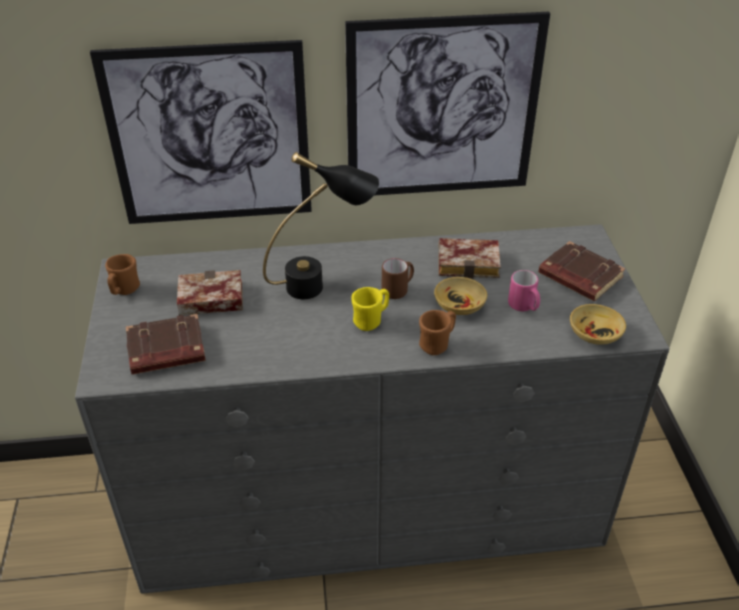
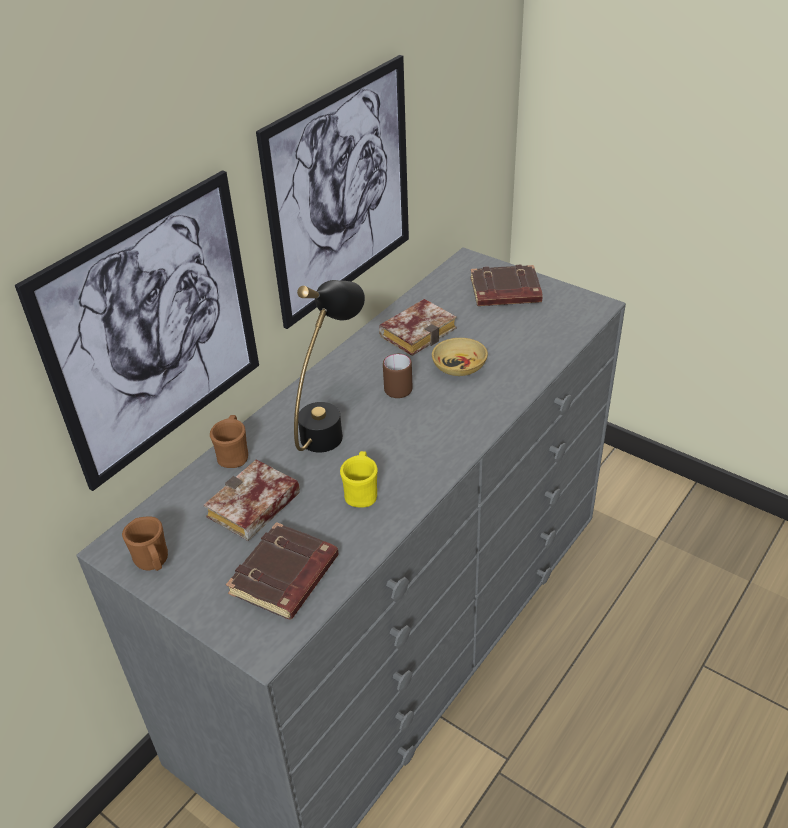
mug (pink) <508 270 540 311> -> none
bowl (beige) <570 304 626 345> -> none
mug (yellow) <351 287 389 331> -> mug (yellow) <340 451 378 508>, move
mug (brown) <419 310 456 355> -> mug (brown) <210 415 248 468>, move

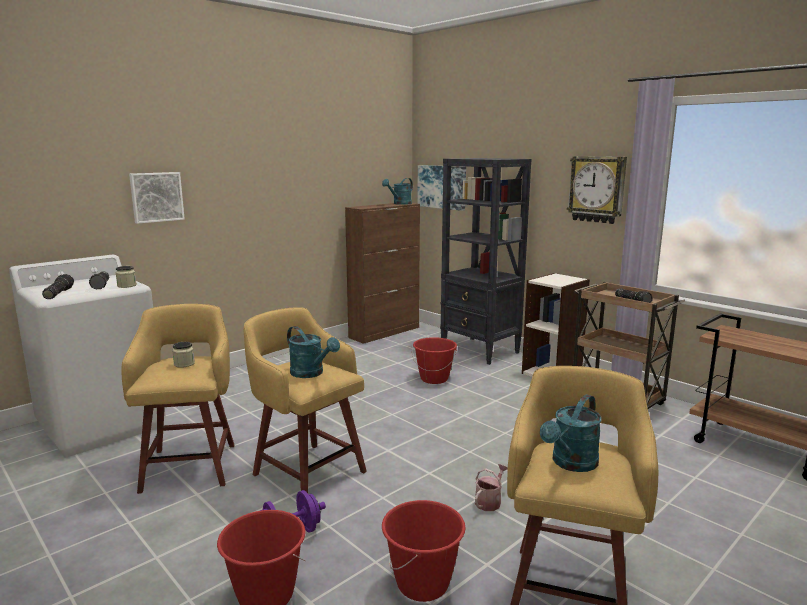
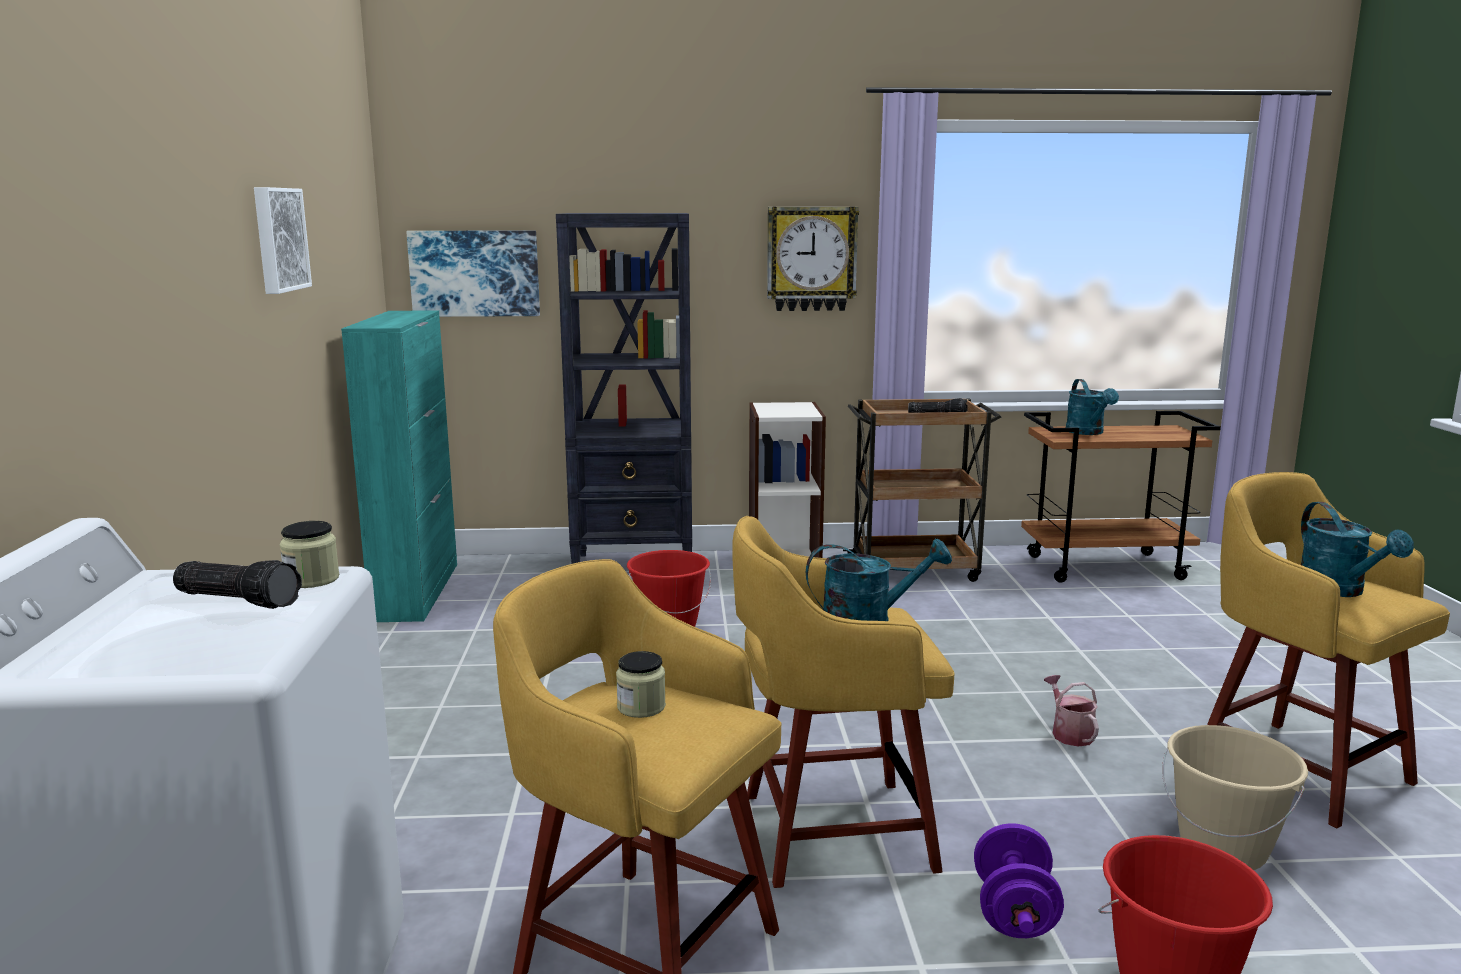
flashlight <42 274 74 299> -> none
picture <129 172 185 224> -> picture <254 187 312 294>, move
watering can (turquoise) <382 178 413 205> -> watering can (turquoise) <1066 379 1119 435>, move
cabinet (brown) <345 203 420 344> -> cabinet (turquoise) <341 310 457 622>
bucket (red) <382 500 466 602> -> bucket (beige) <1162 725 1308 870>

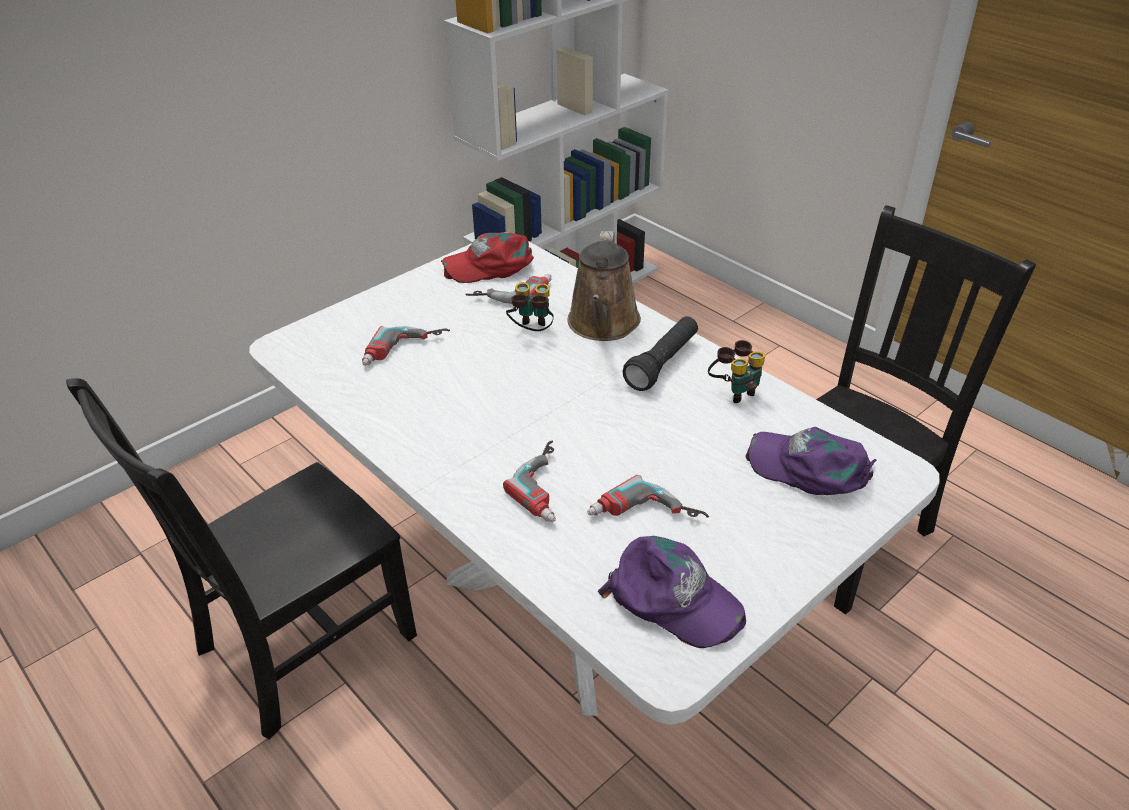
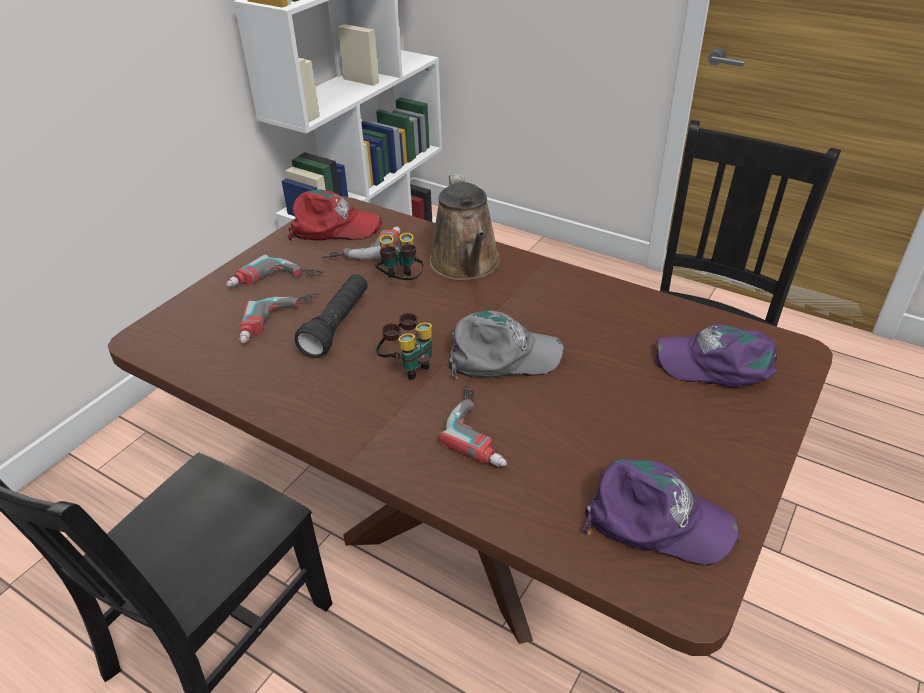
none -> cap (grey) <448 310 565 380>
power drill <587 475 709 517> -> power drill <226 254 323 287>, move
flashlight (black) <623 316 698 391> -> flashlight (black) <295 274 368 358>, move
binoculars <708 340 765 403> -> binoculars <376 313 432 380>, move
dining table (white) <249 241 940 725> -> dining table (brown) <108 196 833 656>
cap (red) <441 233 534 283> -> cap (red) <288 190 383 241>, 150 degrees counterclockwise

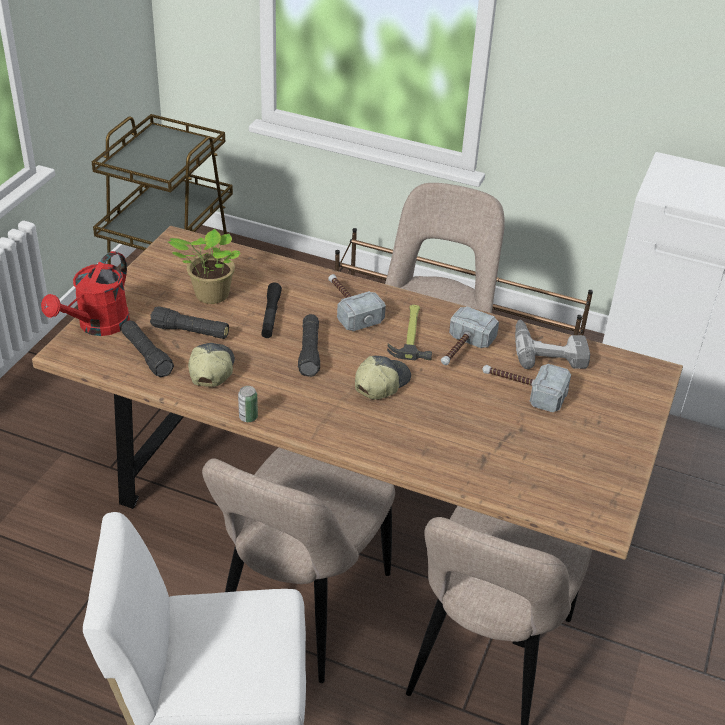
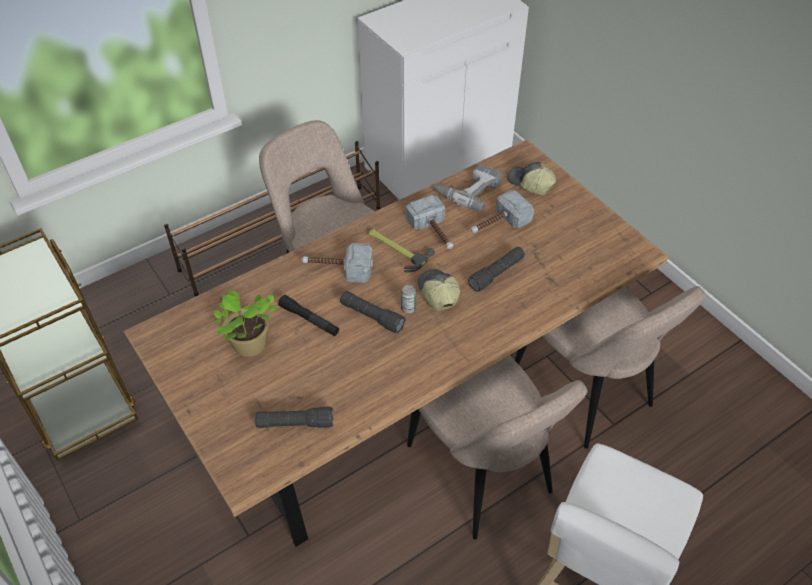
watering can (red) <41 251 130 336> -> none
flashlight (black) <150 307 229 339> -> flashlight (black) <468 247 525 292>, move
cap <188 343 235 387> -> cap <507 162 556 195>, move
can <238 386 258 422> -> can <401 285 416 313>, move

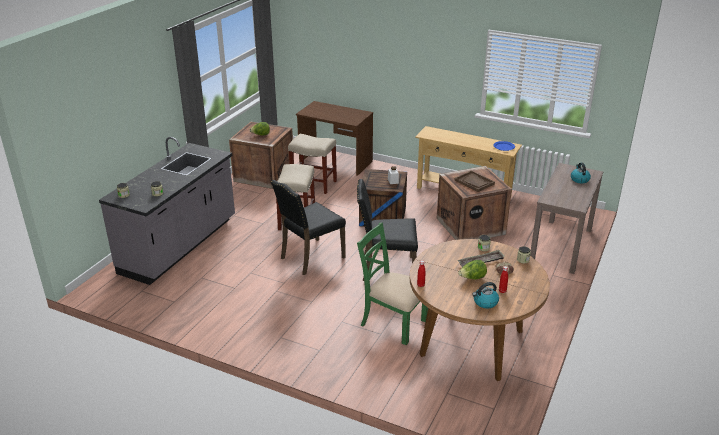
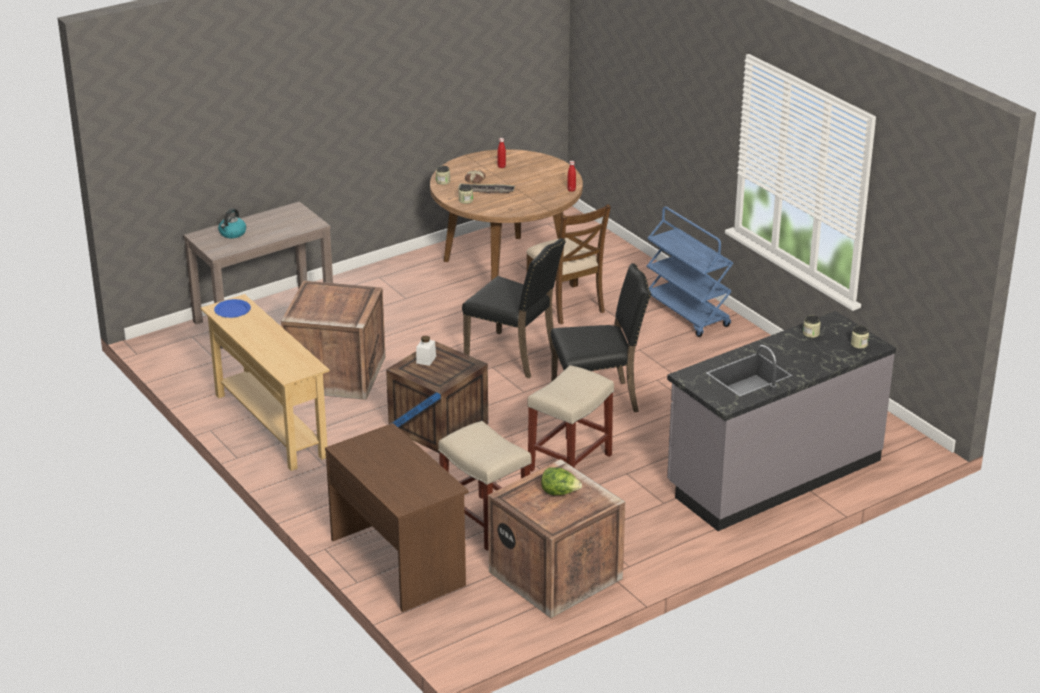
tray (brown) <454 170 495 192> -> none
lettuce <458 260 487 280> -> none
kettle <472 282 499 308> -> none
none -> cart (blue) <647 207 733 337>
chair (green) <357 223 428 345> -> chair (brown) <526 204 611 324>

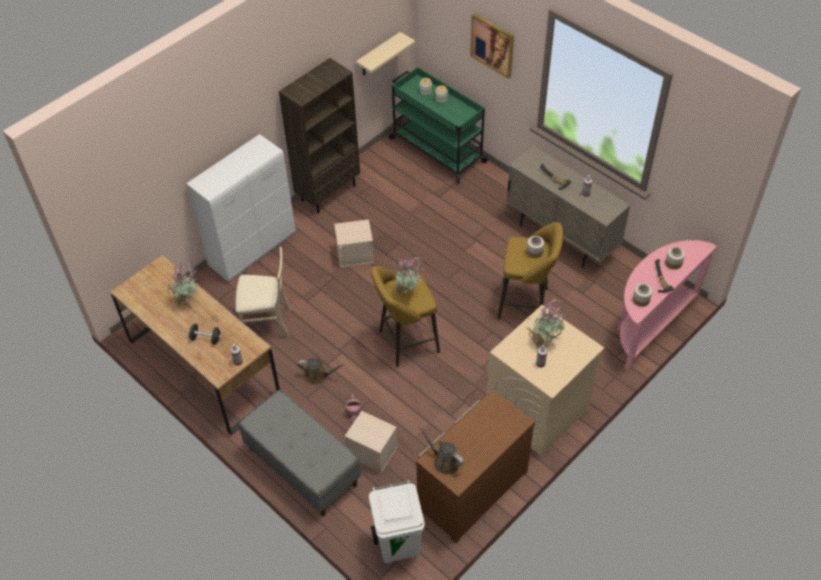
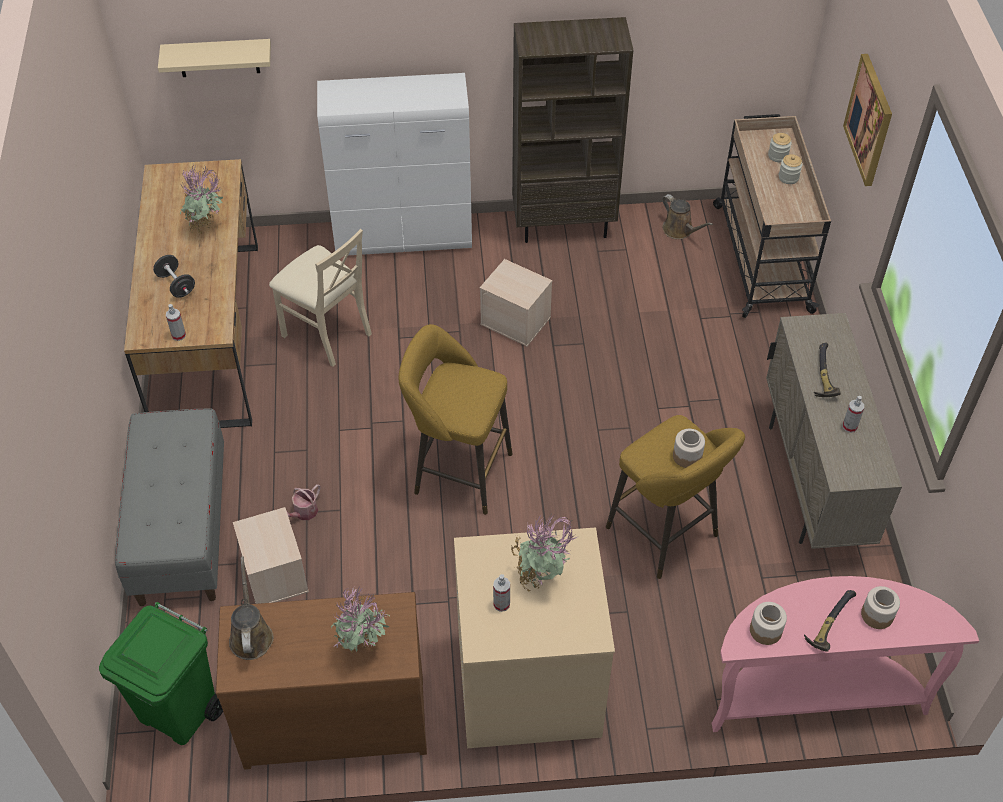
watering can (brown) <298 358 345 385> -> watering can (brown) <662 194 713 239>, move
shelf (beige) <356 32 415 75> -> shelf (beige) <158 39 271 77>, move
potted plant <392 256 425 298> -> potted plant <331 588 390 653>, move
trash can (white) <369 480 425 564> -> trash can (green) <99 602 223 745>
cart (green) <389 67 489 184> -> cart (beige) <713 114 831 318>

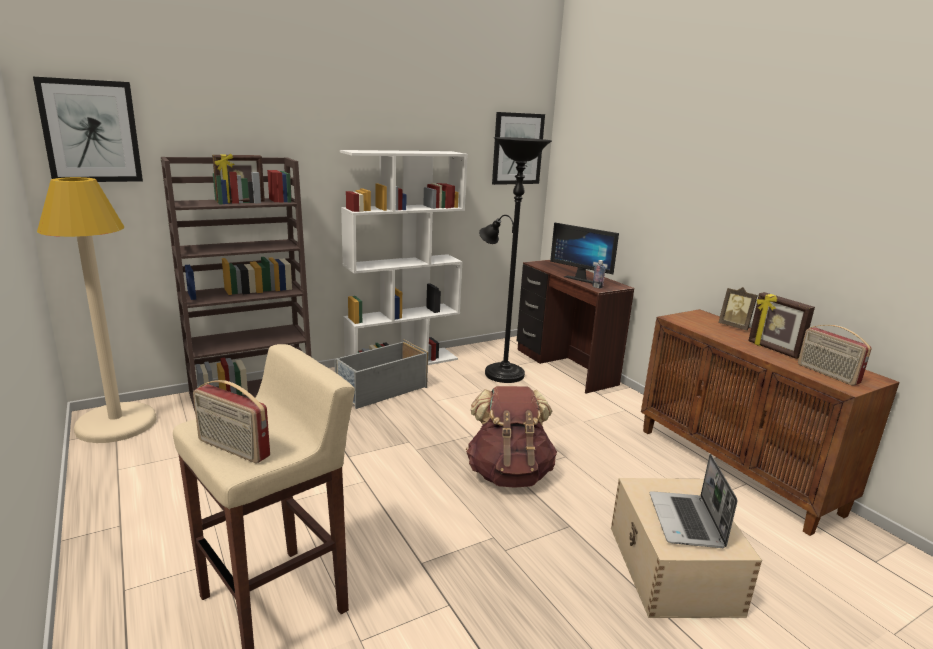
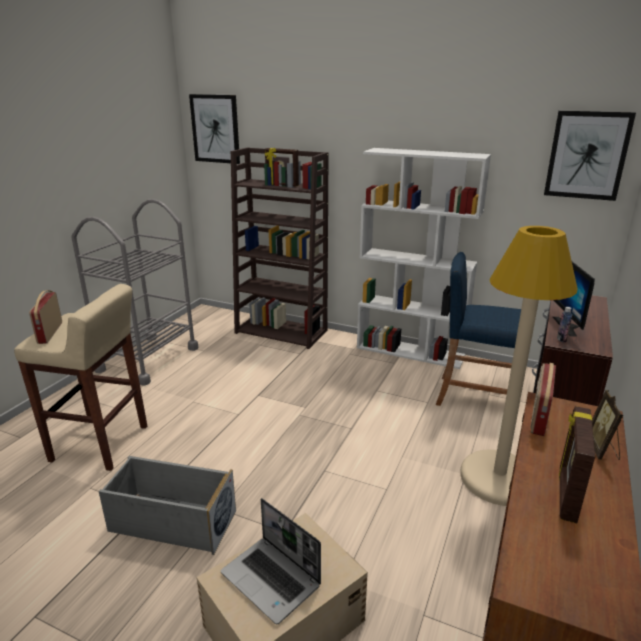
backpack (brown) <466 386 557 488> -> none
none -> cart (grey) <71 199 198 385>
floor lamp (beige) <37 177 157 443> -> floor lamp (beige) <460 226 578 506>, move
storage box (grey) <334 339 428 409> -> storage box (grey) <99 456 236 555>, move
radio <798 325 872 386> -> radio <530 363 556 436>, move
floor lamp (black) <479 137 552 383> -> stool (blue) <436 252 521 406>
laptop <650 454 737 548> -> laptop <221 498 321 624>, 105 degrees counterclockwise

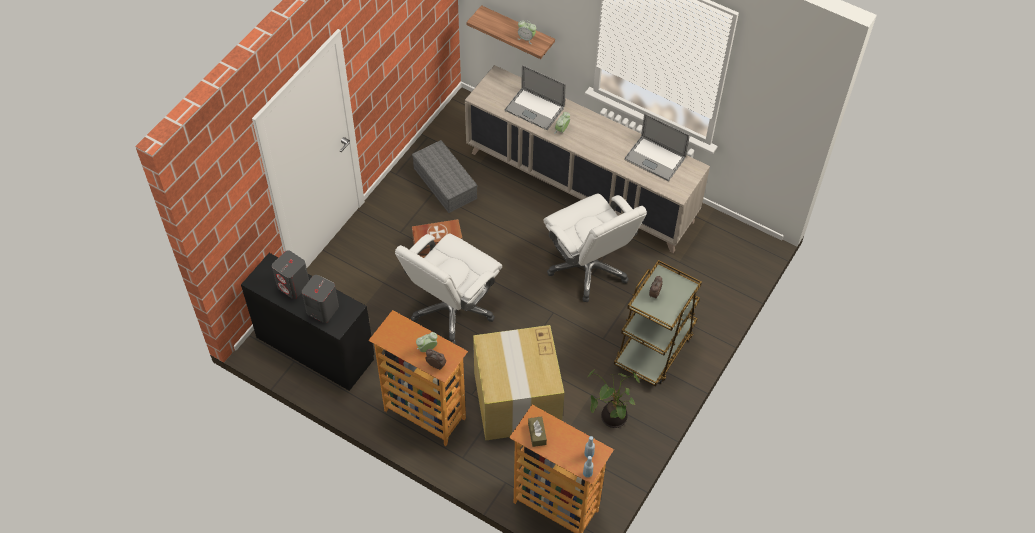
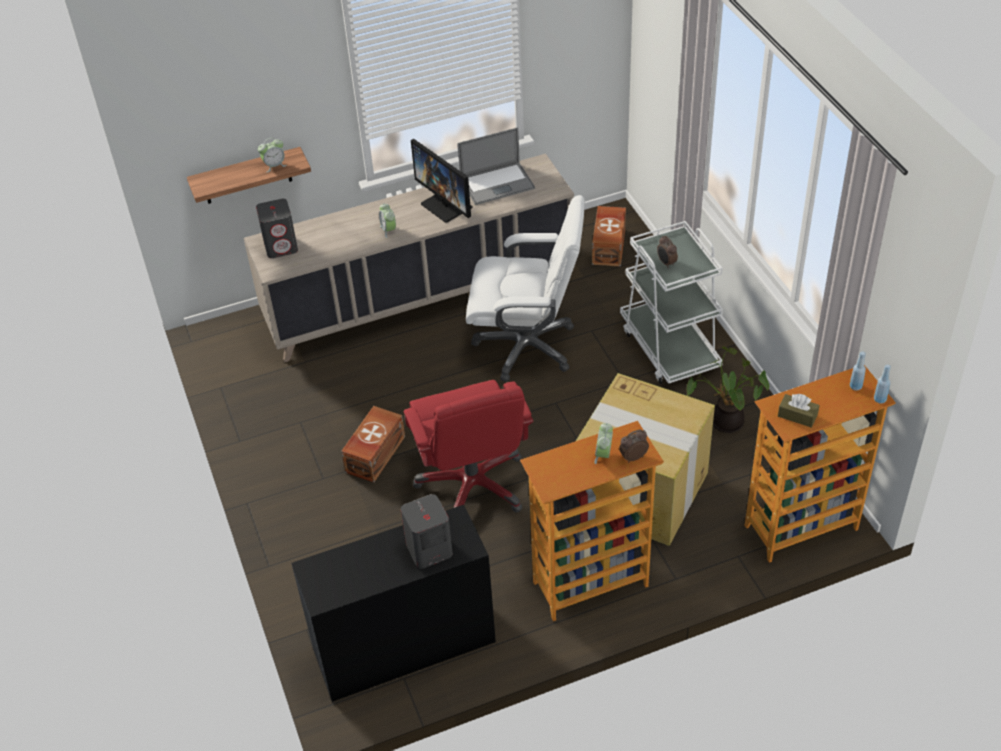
storage box (grey) <412 140 477 213> -> none
laptop <505 65 566 130> -> none
none -> monitor <411 139 473 223>
none -> storage box (brown) <592 206 626 267>
speaker (grey) <272 250 309 299> -> speaker (grey) <256 199 298 258>, move
office chair (white) <395 234 502 344> -> office chair (red) <404 380 533 513>
cart (brown) <614 260 702 386> -> cart (white) <620 221 723 384>

